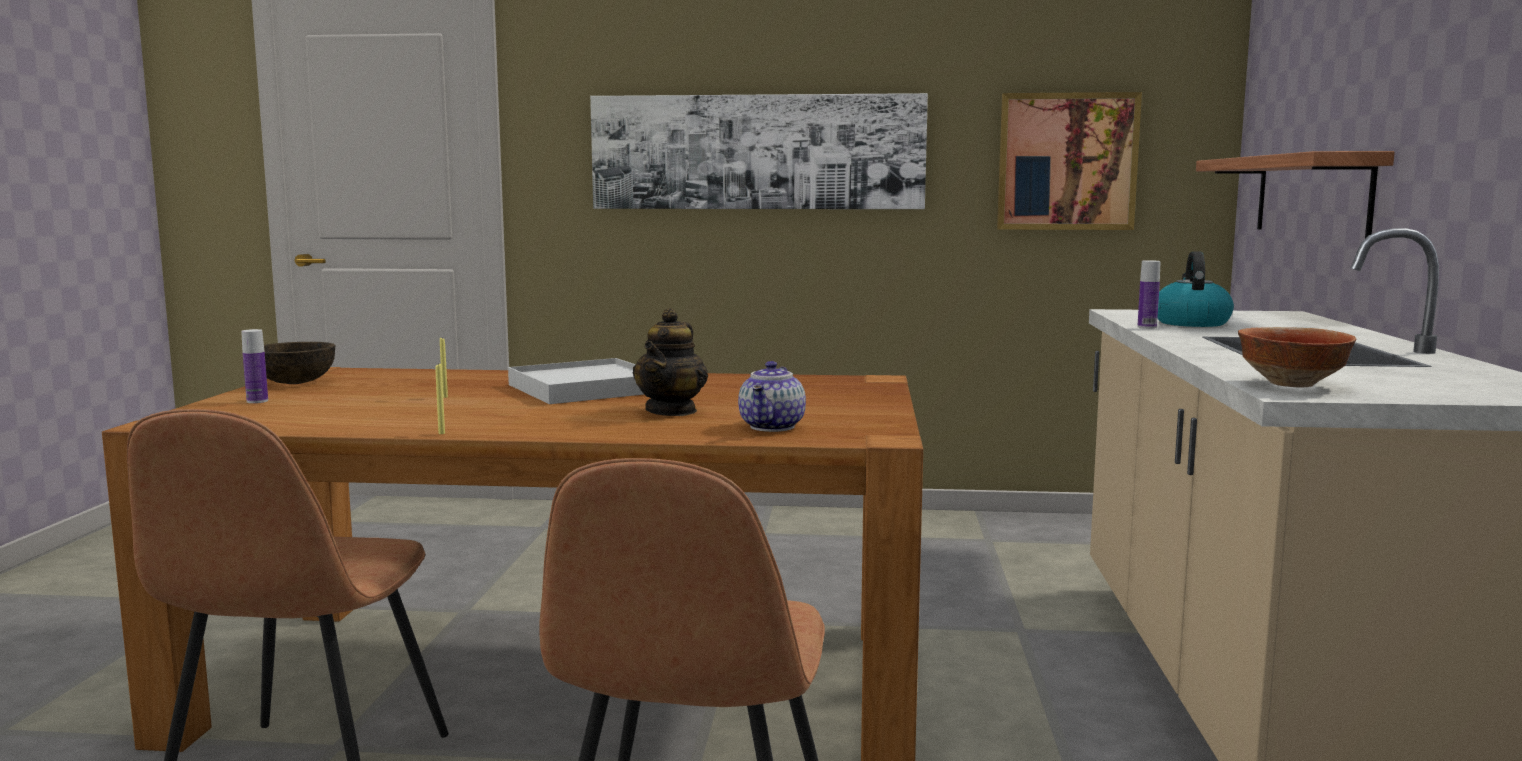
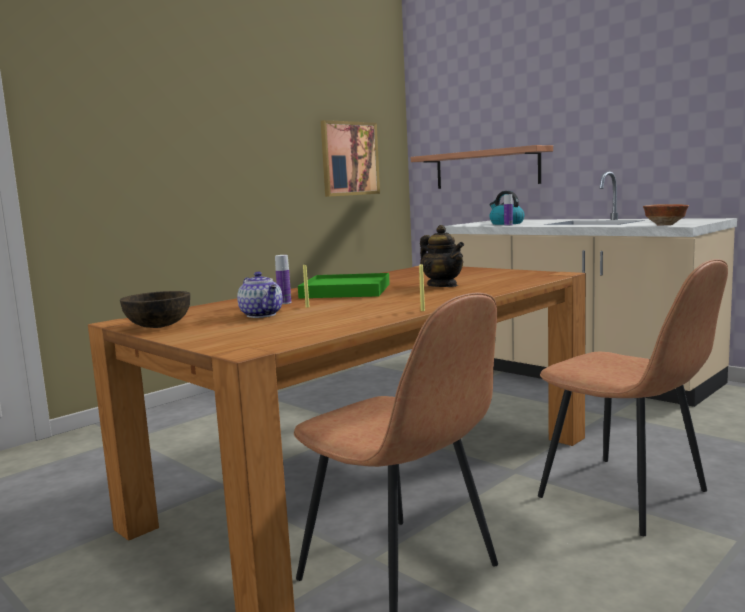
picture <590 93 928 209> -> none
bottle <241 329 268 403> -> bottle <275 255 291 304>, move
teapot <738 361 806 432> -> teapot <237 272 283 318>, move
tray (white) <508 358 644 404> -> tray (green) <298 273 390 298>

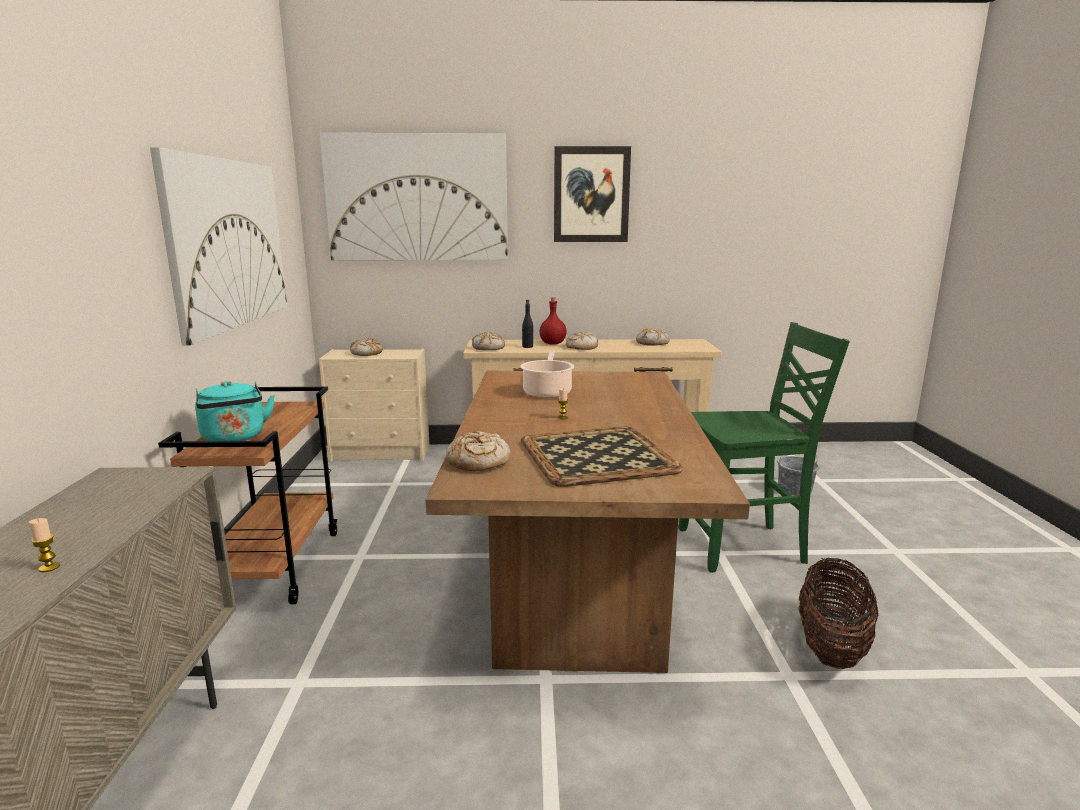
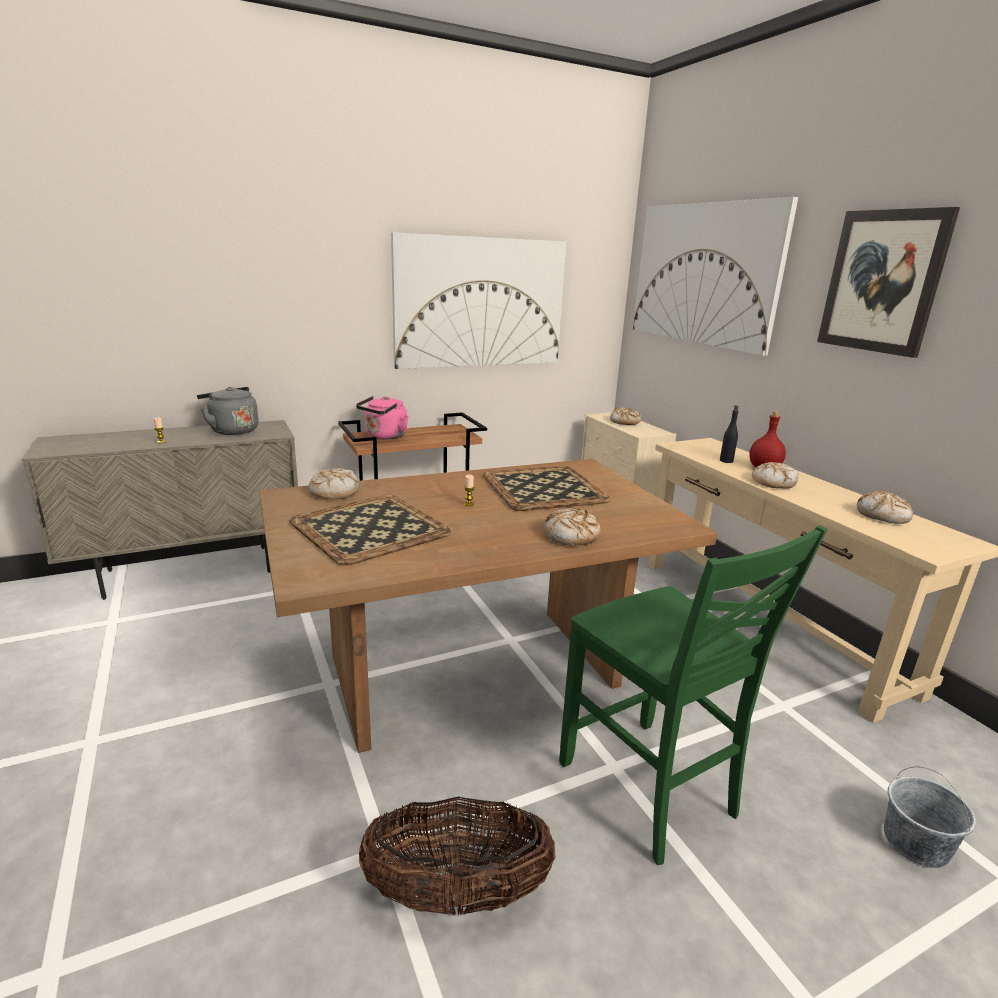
none -> kettle (grey) <197 387 258 435>
bread <472 332 505 350> -> bread <545 507 601 546>, move
cooking pot <520 351 574 398> -> tray <483 466 610 511>
kettle (turquoise) <195 381 275 441> -> kettle (pink) <356 396 408 439>

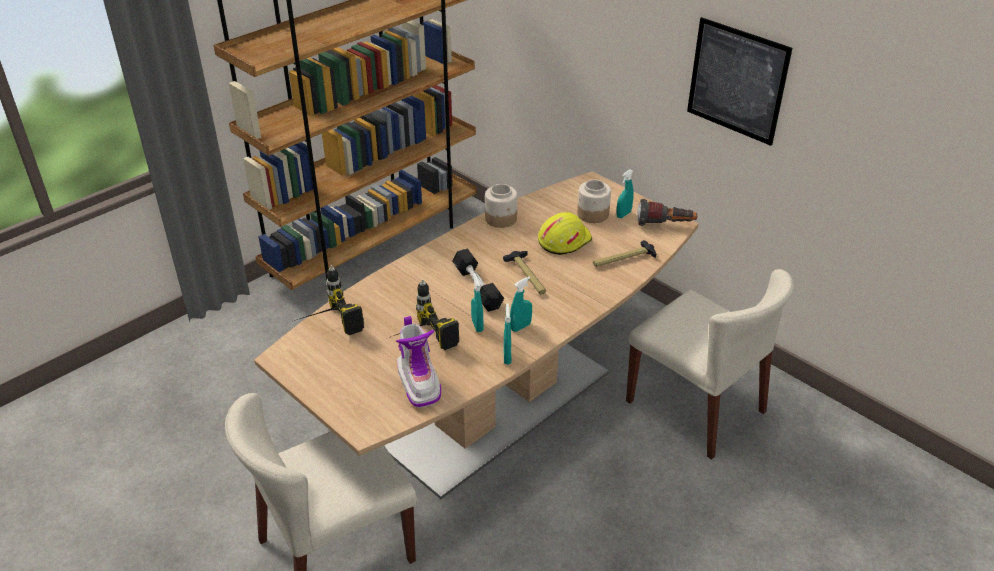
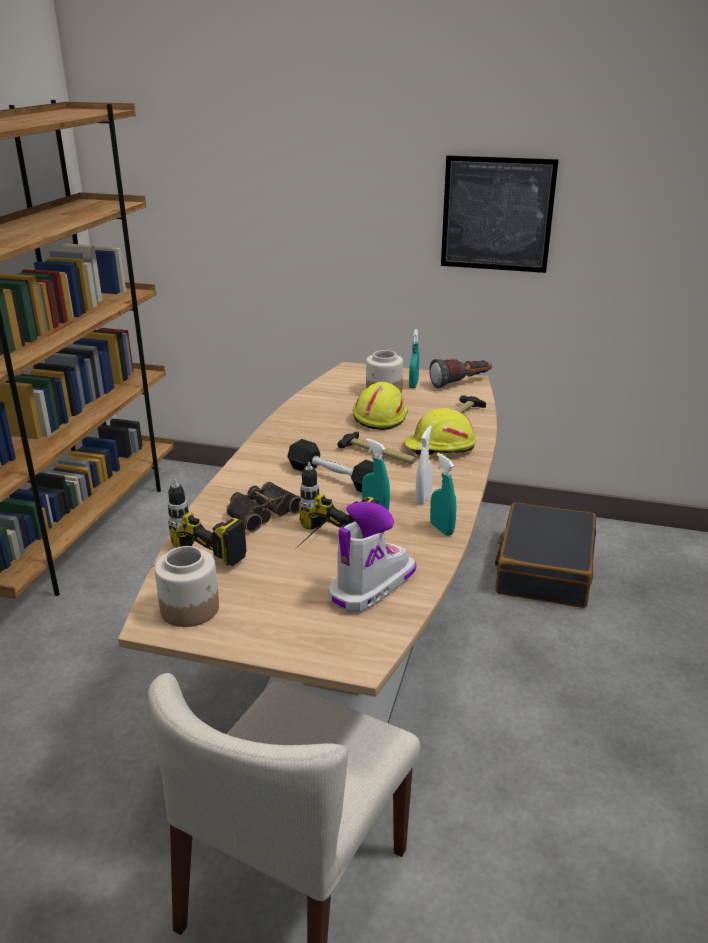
none -> binoculars <227 482 301 532>
none -> hard hat (yellow) <403 408 476 460>
jar <485 184 517 228> -> jar <154 546 219 627>, move
chair (beige) <626 269 794 460> -> suitcase (black) <495 502 596 608>
spray bottle (turquoise) <510 276 532 332> -> spray bottle (white) <415 426 433 505>
boot <396 316 441 408> -> boot <328 502 416 612>, 90 degrees counterclockwise

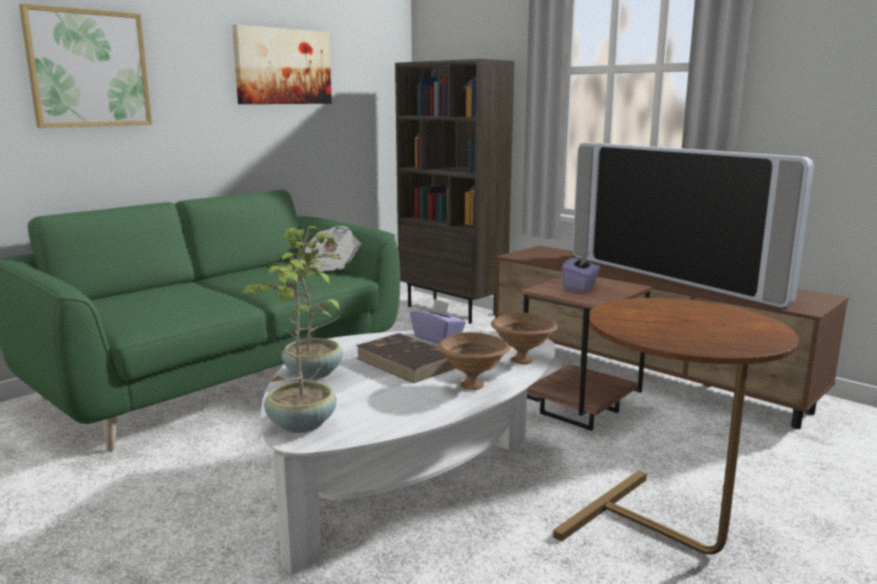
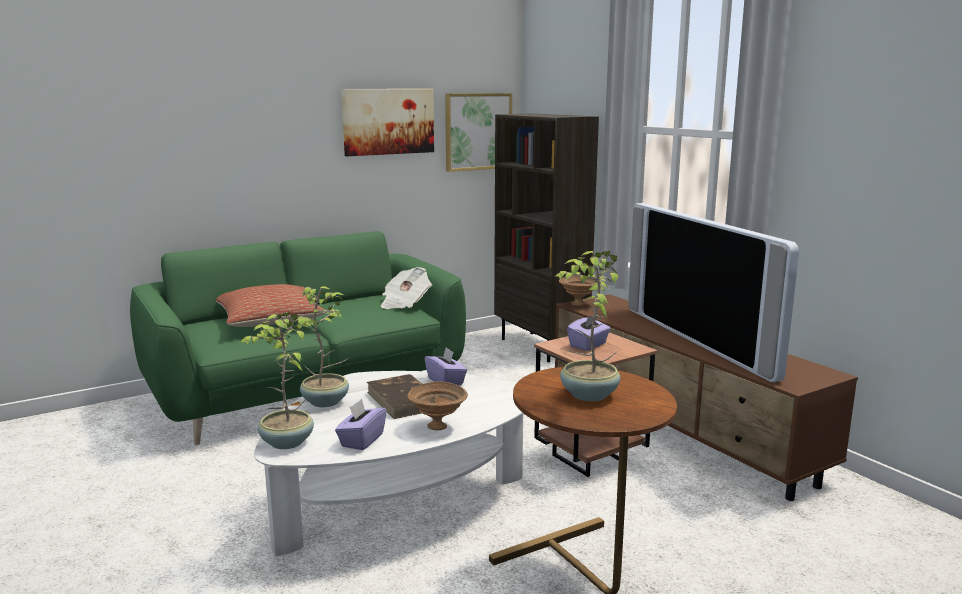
none -> pillow <216 284 326 327>
none -> tissue box (purple) <335 399 387 450>
none -> potted plant <555 251 620 401>
picture <19 4 152 128> -> picture <445 93 512 172>, move
bowl (brown) <491 313 558 364> -> bowl (brown) <559 275 595 306>, move

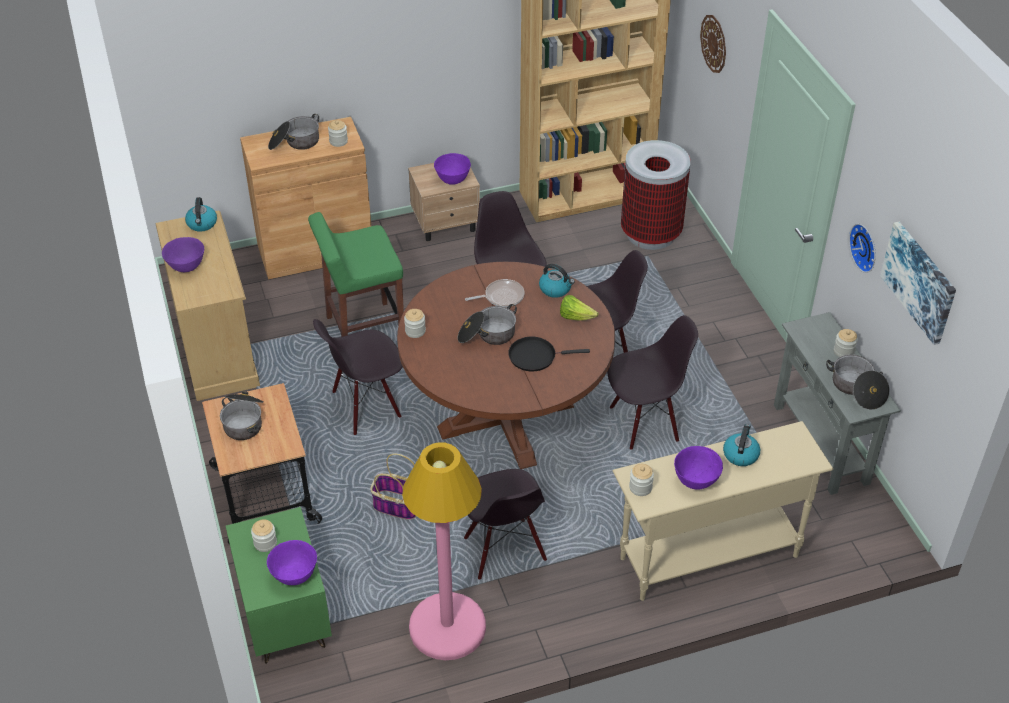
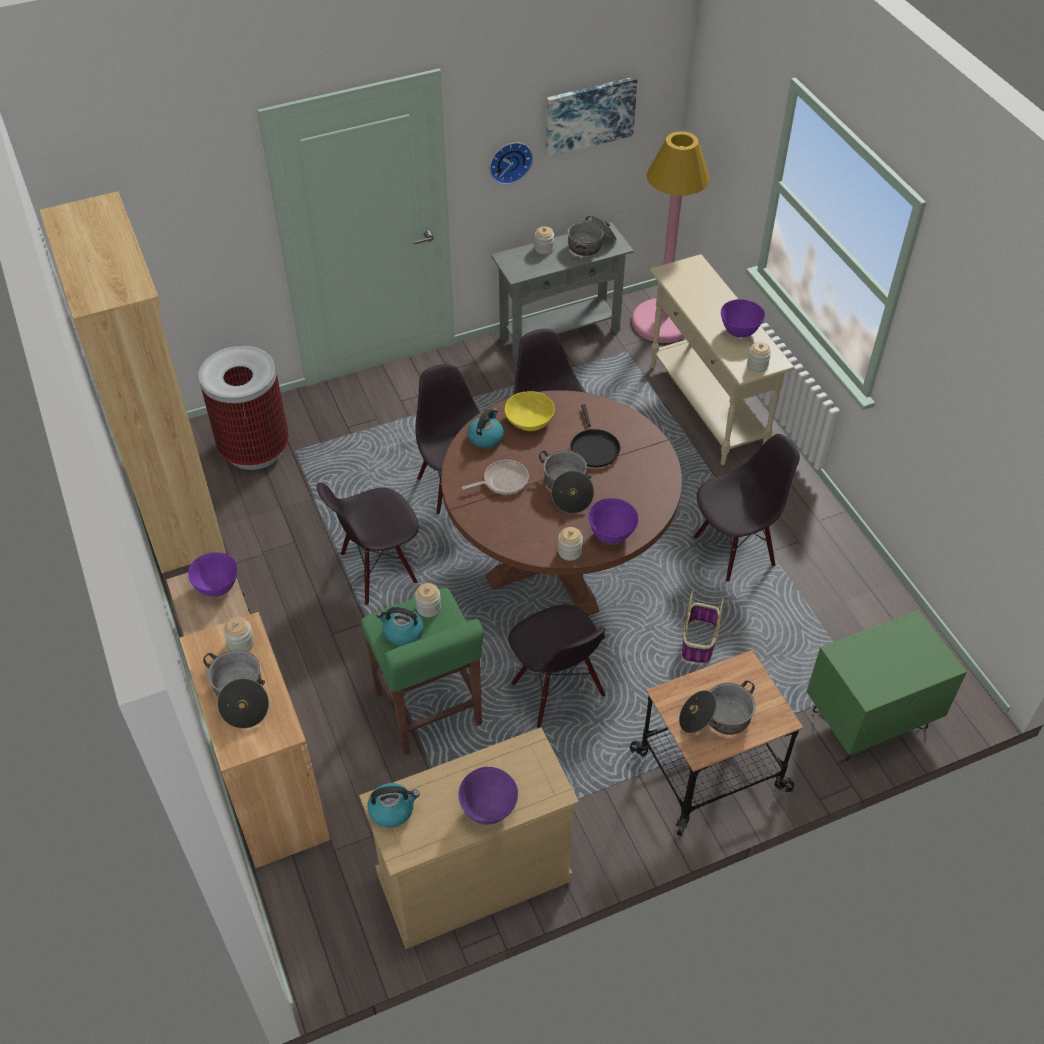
wall clock <700 15 726 73> -> none
jar <251 520 277 552> -> jar <415 583 441 617>, move
bowl (purple) <267 540 317 585> -> bowl (purple) <588 498 639 544>, move
floor lamp (pink) <402 442 486 660> -> floor lamp (pink) <632 131 710 343>, move
kettle <723 424 760 466> -> kettle <376 607 424 646>, move
lettuce <560 295 599 321> -> bowl (yellow) <504 391 555 431>
frying pan <465 279 524 307> -> frying pan <462 460 529 494>, 90 degrees clockwise

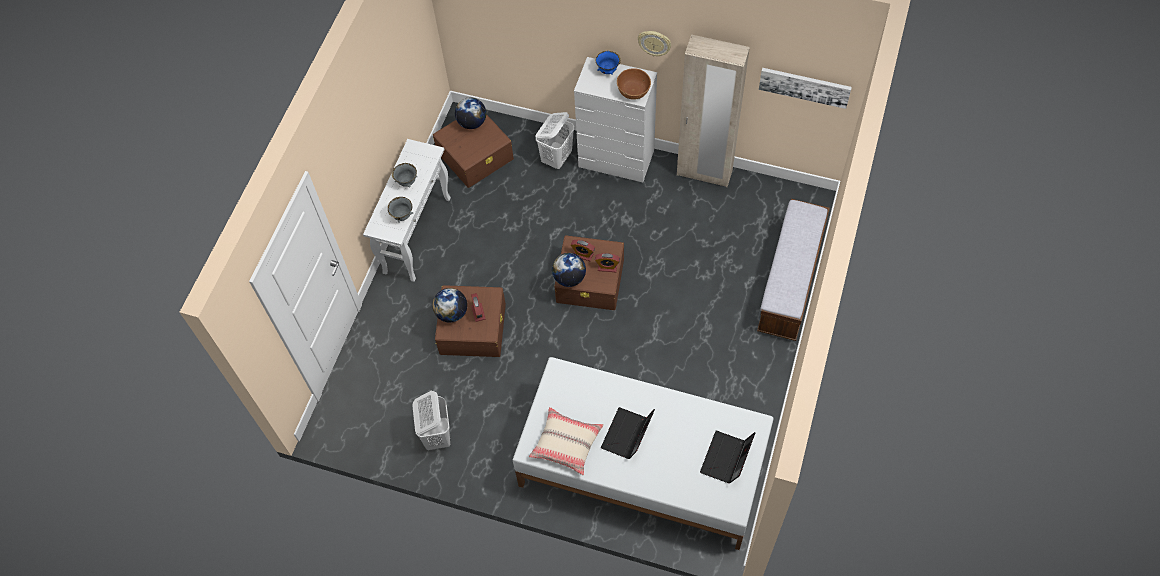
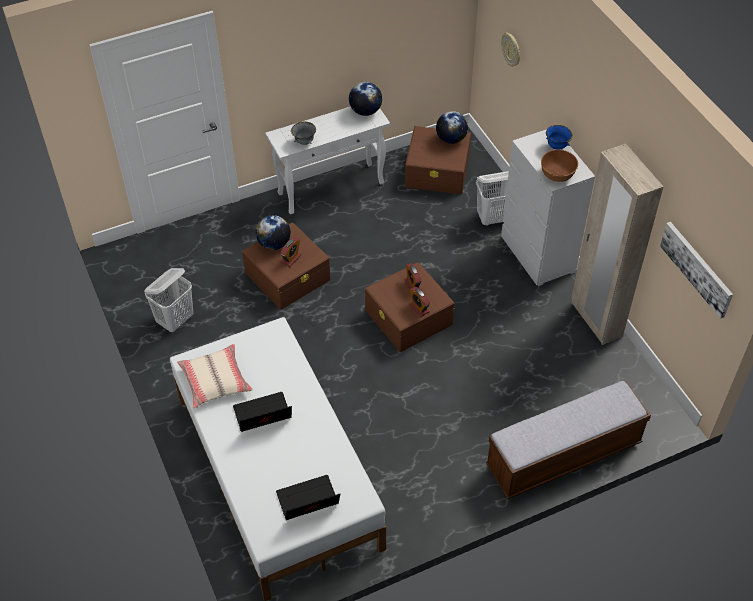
bowl (grey) <392 163 417 188> -> none
globe <552 253 586 287> -> globe <349 82 382 116>, move
wall clock <638 31 671 56> -> wall clock <501 32 520 67>, move

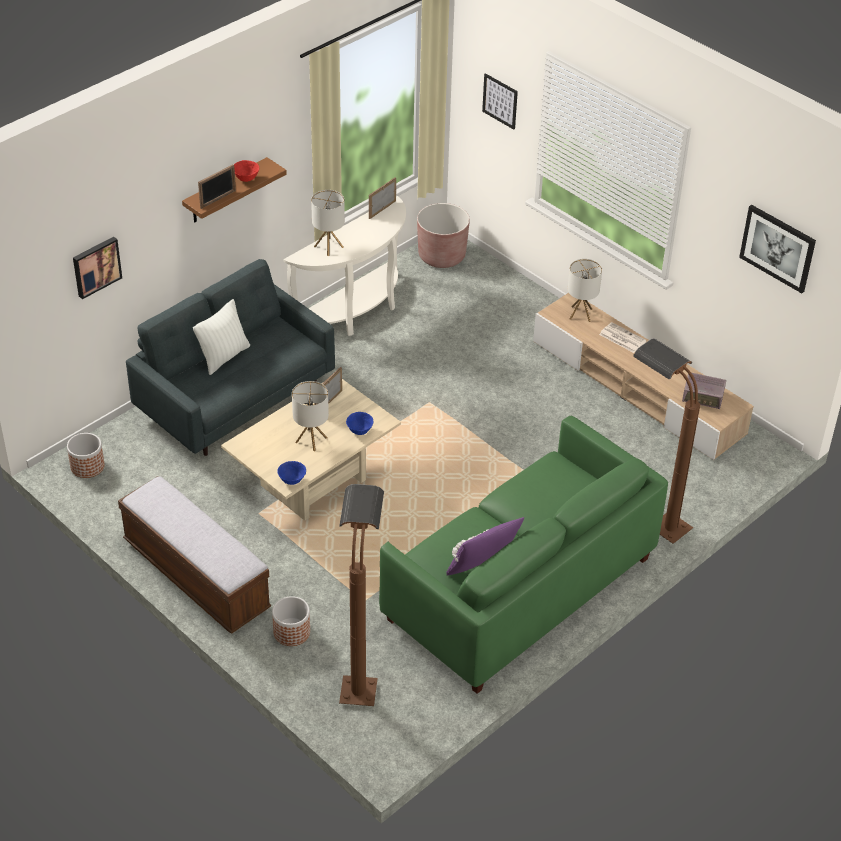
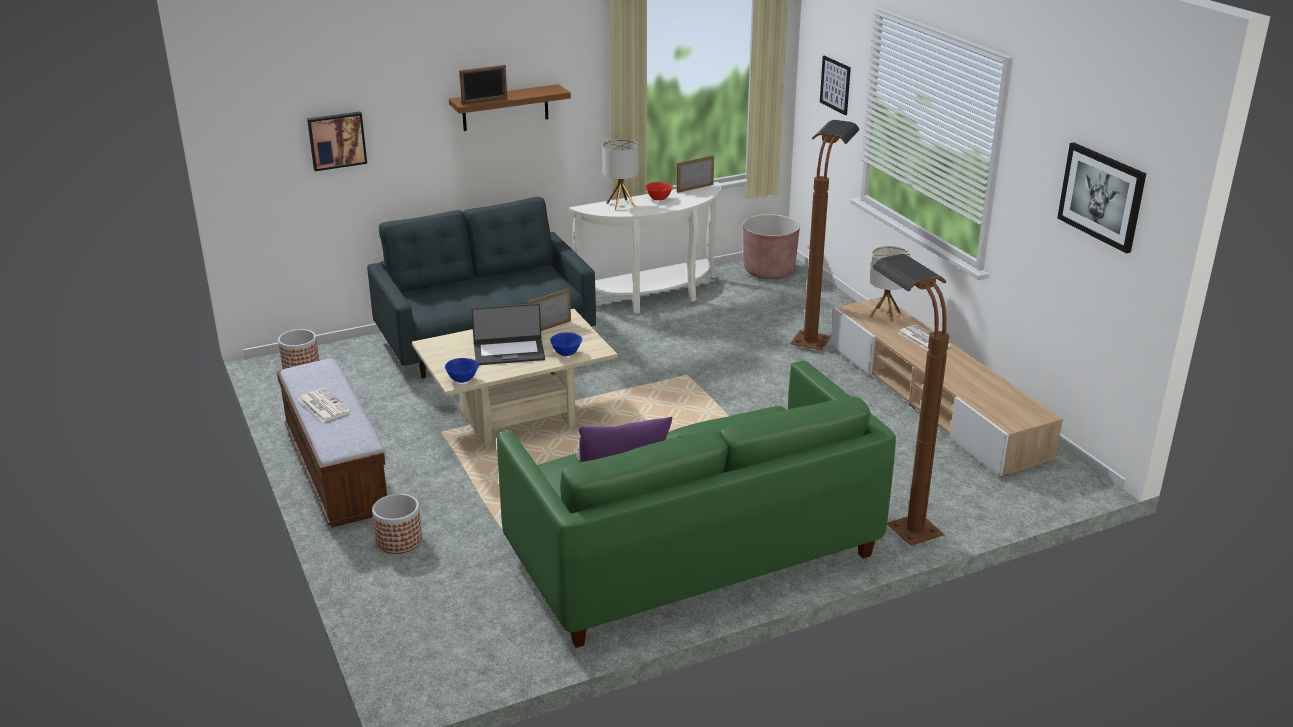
pillow (white) <193 299 250 375> -> none
radio <682 373 726 409> -> none
none -> newspaper <298 388 351 423>
bowl (red) <234 160 259 182> -> bowl (red) <646 182 673 200>, move
floor lamp (brown) <339 484 384 706> -> floor lamp (brown) <790 120 859 350>, move
table lamp <292 381 329 452> -> laptop <471 303 545 365>

